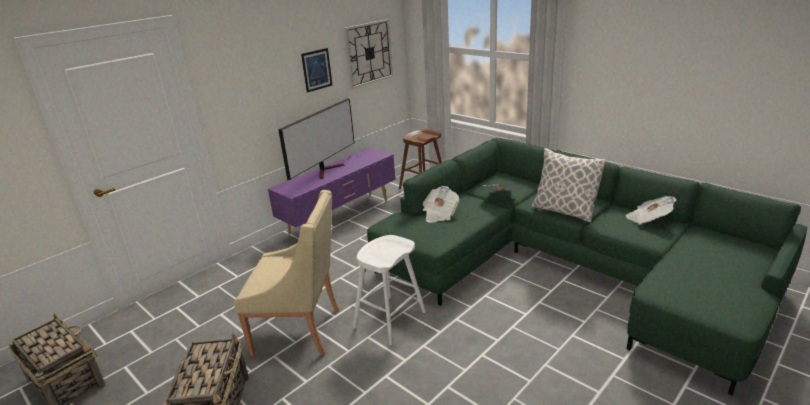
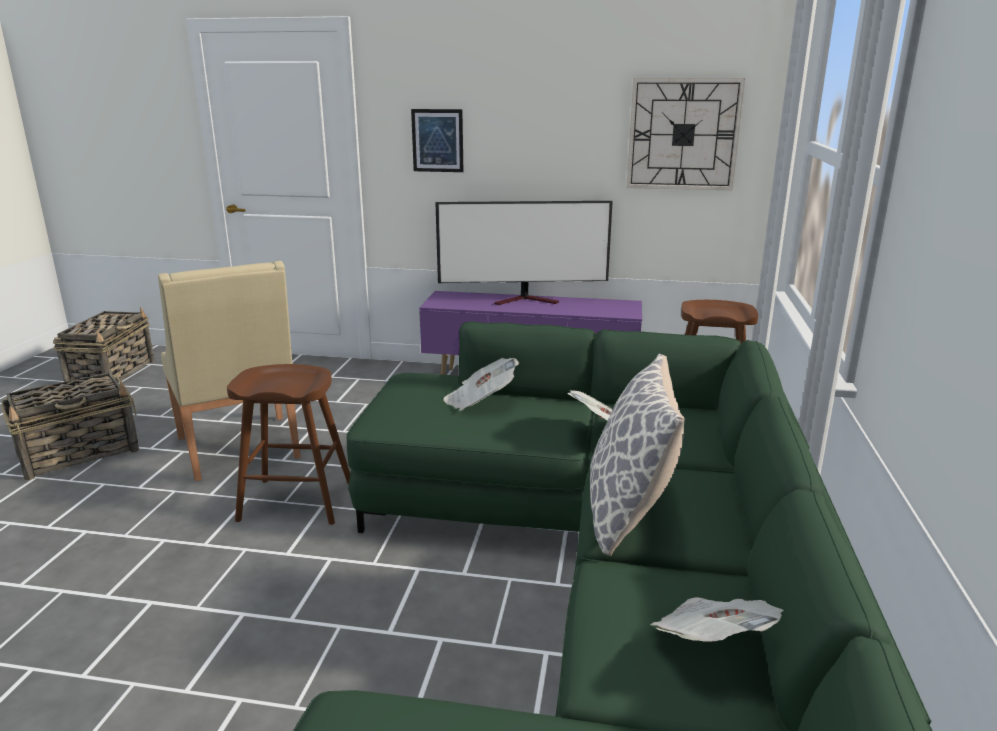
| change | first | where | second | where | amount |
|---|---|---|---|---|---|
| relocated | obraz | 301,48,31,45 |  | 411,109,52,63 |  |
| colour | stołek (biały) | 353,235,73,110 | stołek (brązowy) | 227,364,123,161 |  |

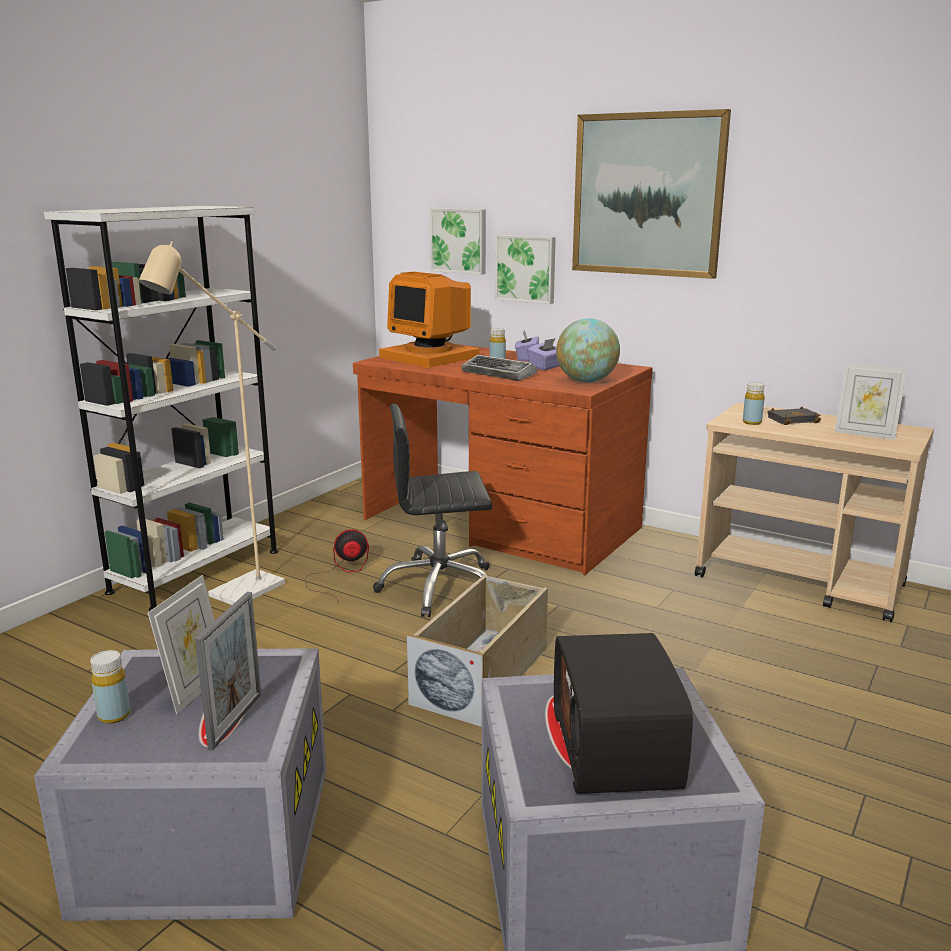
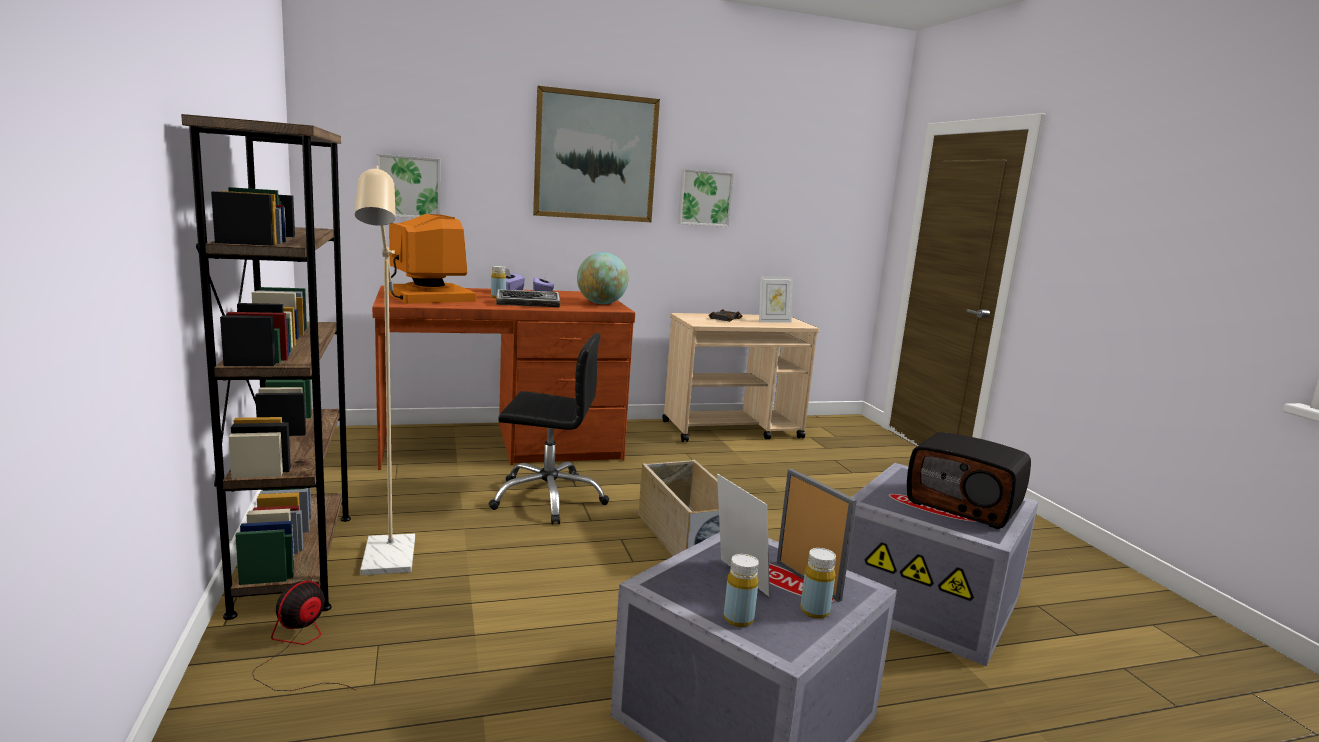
| change | first | where | second | where | amount |
|---|---|---|---|---|---|
| relocated | wentylator | 305,529,64,71 |  | 252,581,104,110 |  |
| relocated | obraz | 495,235,61,69 |  | 678,169,56,58 |  |
| relocated | butelka (żółty) | 743,382,22,43 |  | 800,548,36,71 |  |
| colour | regał (biały) | 44,206,235,405 | regał (brązowy) | 181,114,170,506 |  |
| spun | krzesło biurowe (czarny) | 373,404,119,213 |  | 488,333,121,192 | 120 degrees counterclockwise |
| spun | monitor | 379,272,100,96 |  | 389,214,88,90 | 120 degrees counterclockwise |

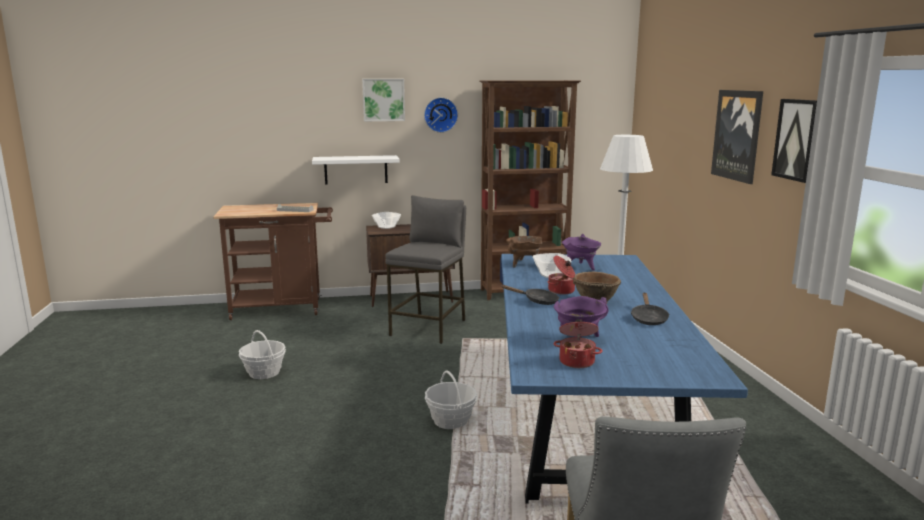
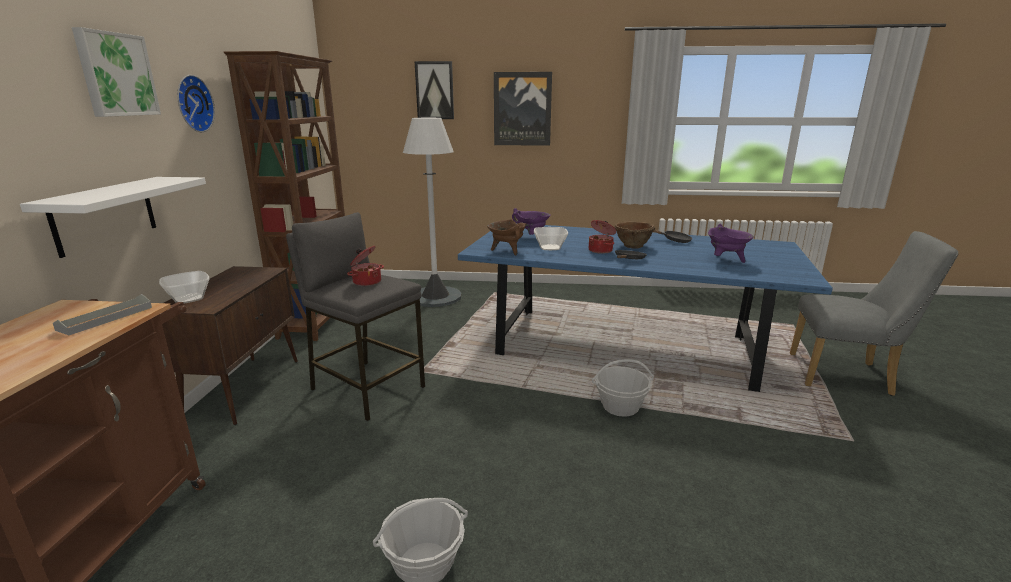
| change | first | where | second | where | amount |
|---|---|---|---|---|---|
| relocated | garnek | 554,319,49,49 |  | 347,246,37,40 |  |
| relocated | obraz | 771,99,46,84 |  | 415,61,39,58 |  |

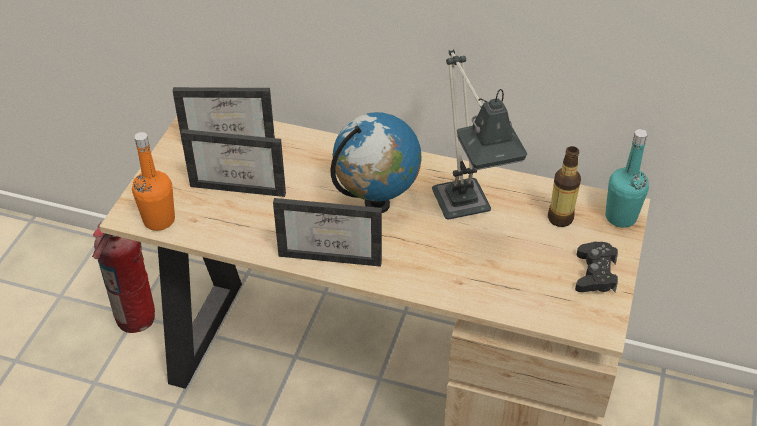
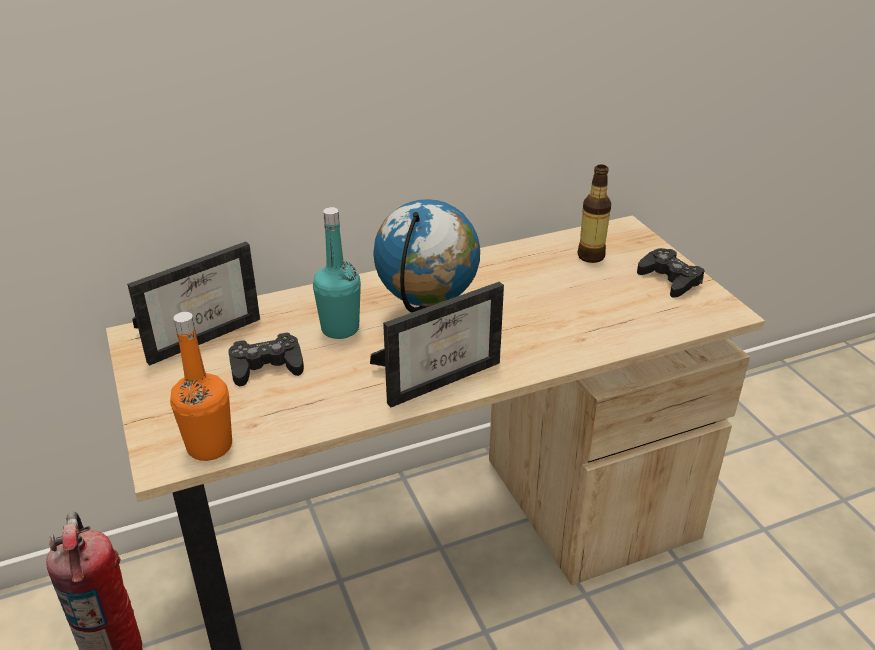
| change | first | where | second | where | amount |
|---|---|---|---|---|---|
| missing | lampa stołowa | 432,49,95,171 |  |  |  |
| relocated | butelka (turkusowy) | 605,129,44,98 |  | 313,207,48,132 |  |
| exchanged | ramka na zdjęcie | 180,129,106,68 | pad do gier (czarny) | 228,332,76,55 |  |

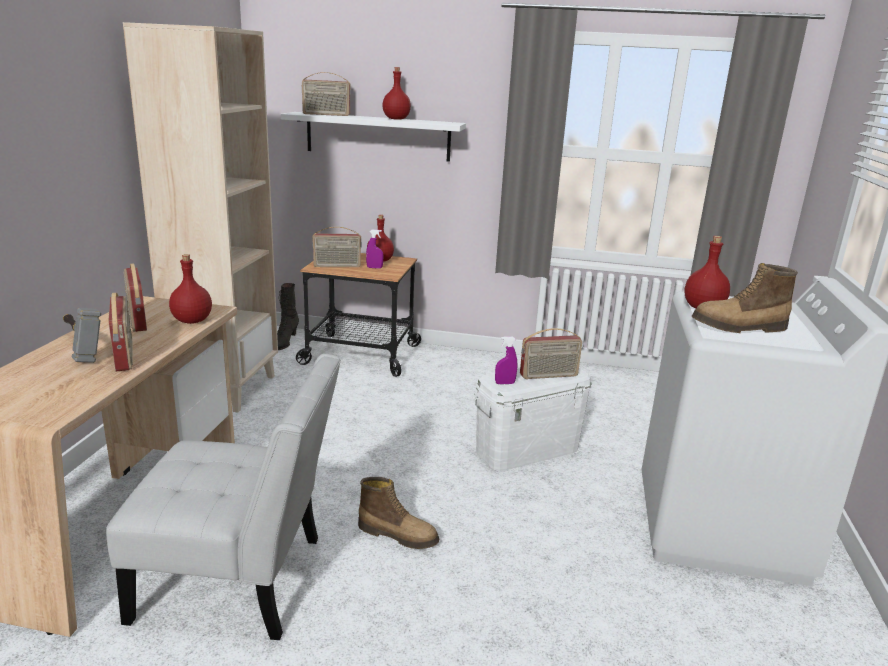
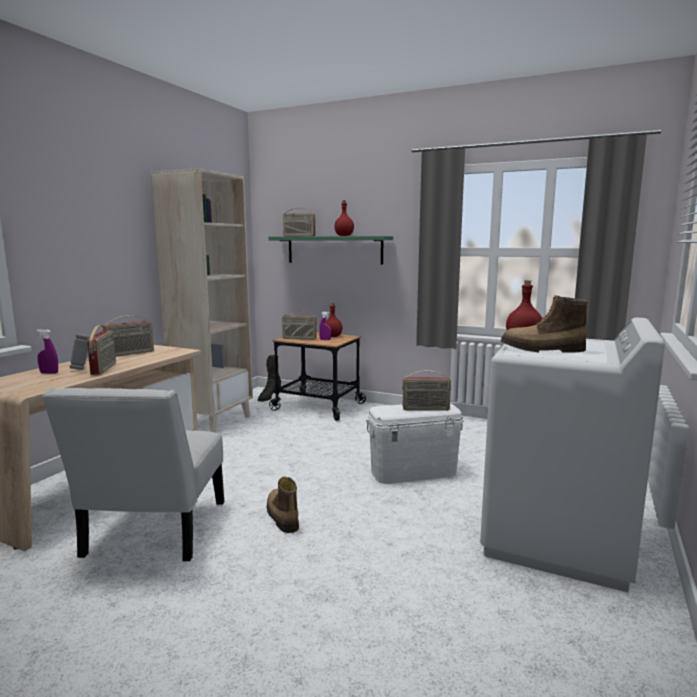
| change | first | where | second | where | amount |
|---|---|---|---|---|---|
| missing | butelka (czerwony) | 169,254,43,70 |  |  |  |
| relocated | spryskiwacz (fioletowy) | 495,336,22,48 |  | 36,329,22,45 |  |
| colour | półka (biały) | 281,112,185,50 | półka (zielony) | 268,236,125,29 |  |
| spun | krzesło (biały) | 106,354,235,286 |  | 42,388,182,173 | 75 degrees clockwise |
| spun | radio | 123,263,24,69 |  | 103,315,51,42 | 120 degrees counterclockwise |
| spun | but z cholewką | 358,477,81,72 |  | 267,477,32,56 | 150 degrees counterclockwise |

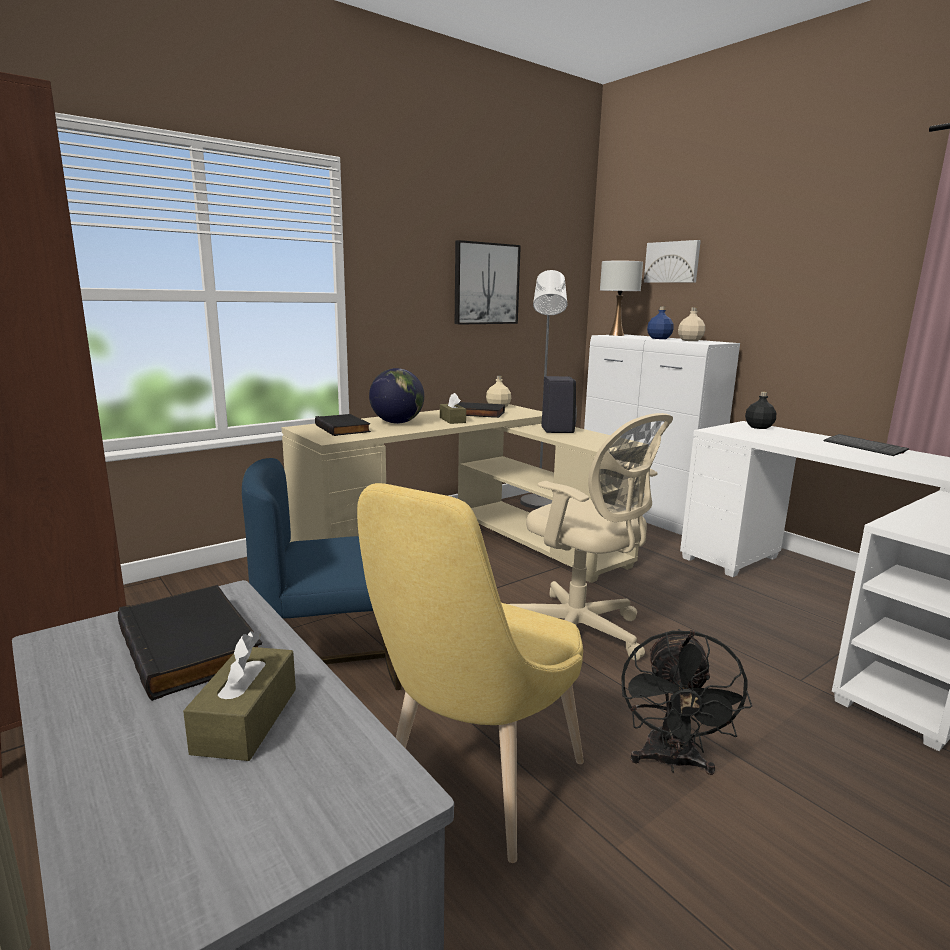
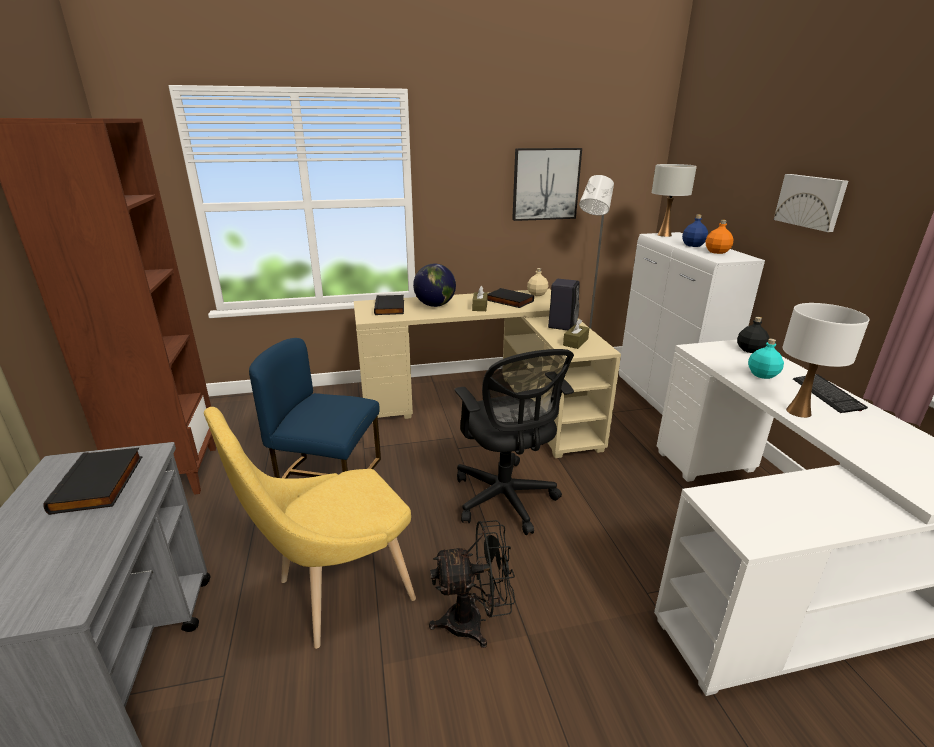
| change | first | where | second | where | amount |
|---|---|---|---|---|---|
| appeared |  |  | butelka (turkusowy) | 748,339,36,40 |  |
| appeared |  |  | lampa stołowa (biały) | 783,303,87,115 |  |
| relocated | pudełko chusteczek (brązowy) | 183,631,113,130 |  | 563,319,26,30 |  |
| relocated | obraz | 644,240,57,43 |  | 774,174,74,58 |  |
| colour | krzesło biurowe (beżowy) | 508,413,165,248 | krzesło biurowe (czarny) | 455,349,119,186 |  |
| colour | butelka (beżowy) | 678,307,27,34 | butelka (pomarańczowy) | 706,220,27,34 |  |
| spun | wentylator (czarny) | 621,629,131,146 |  | 429,520,86,128 | 135 degrees counterclockwise |

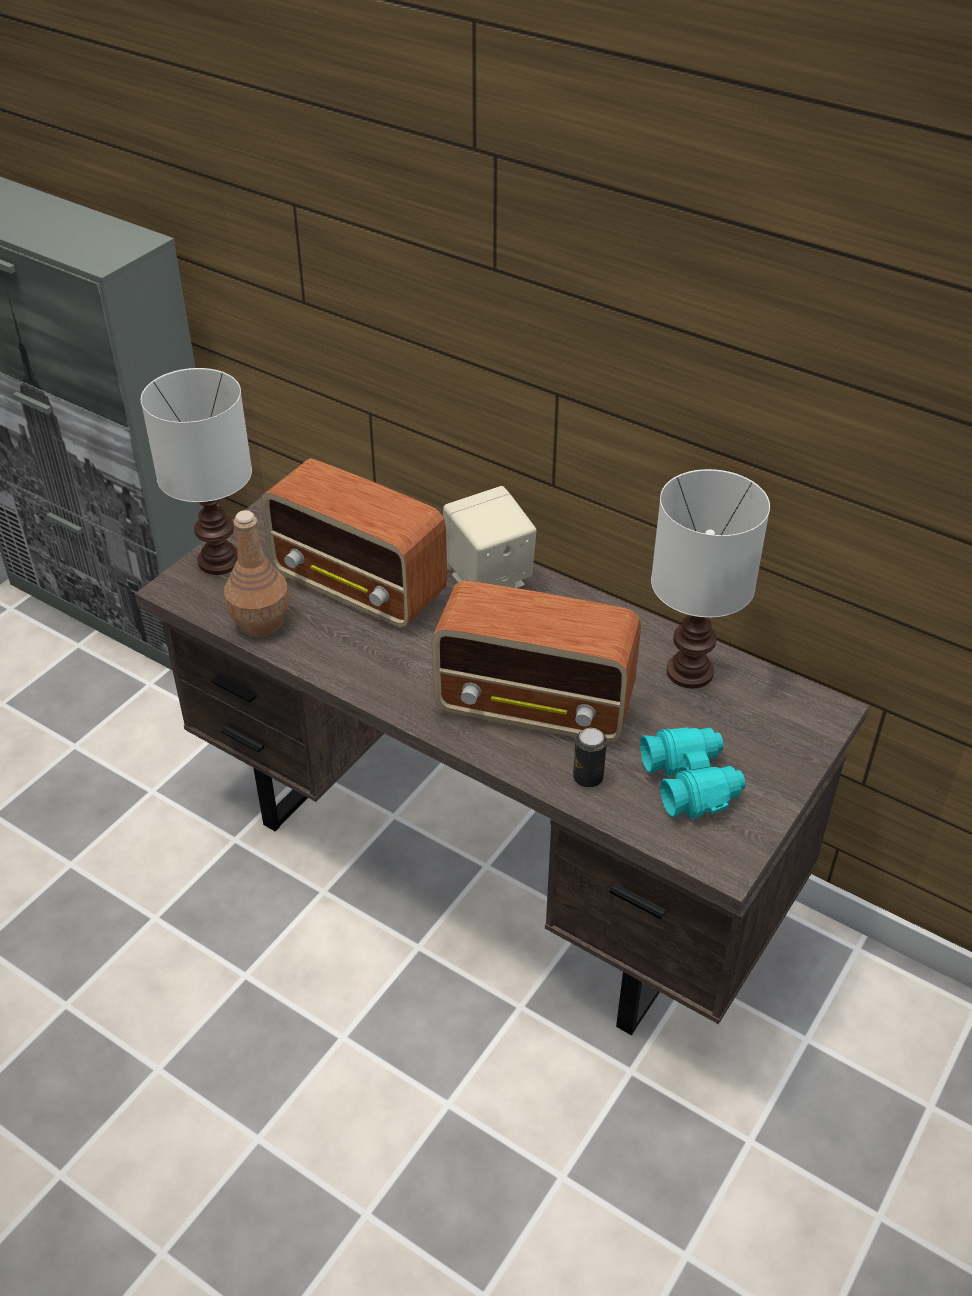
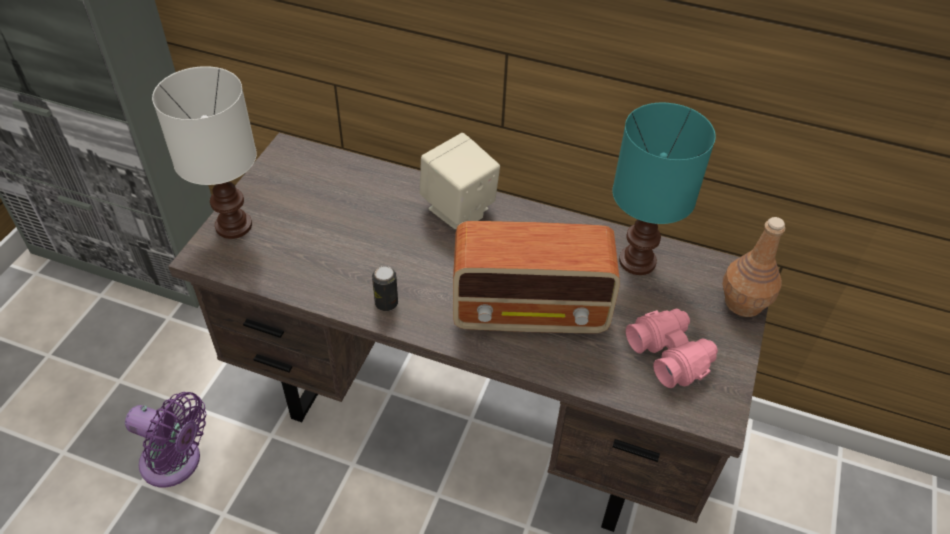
| change | first | where | second | where | amount |
|---|---|---|---|---|---|
| missing | radio | 261,458,186,170 |  |  |  |
| appeared |  |  | wentylator (fioletowy) | 125,392,81,95 |  |
| relocated | butelka (brązowy) | 224,510,66,127 |  | 722,217,63,100 |  |
| relocated | puszka | 573,728,34,60 |  | 372,266,26,45 |  |
| colour | lornetka (turkusowy) | 640,727,106,92 | lornetka (różowy) | 626,309,92,79 |  |
| colour | lampa stołowa (biały) | 651,469,119,220 | lampa stołowa (turkusowy) | 612,103,104,172 |  |

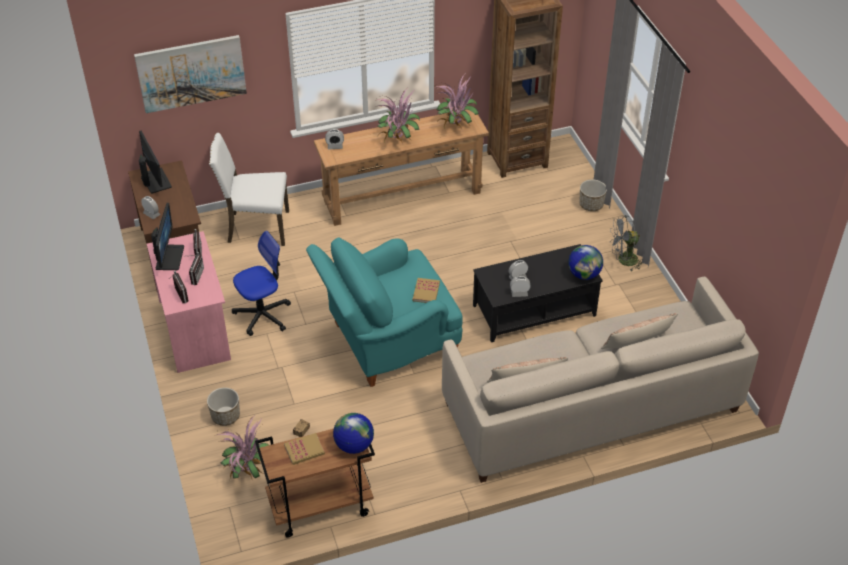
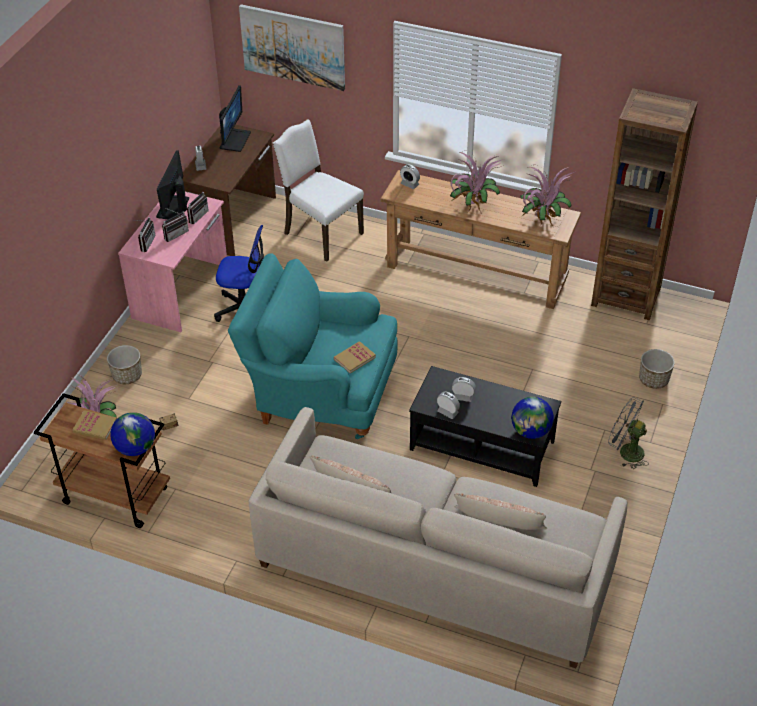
| change | first | where | second | where | amount |
|---|---|---|---|---|---|
| spun | monitor | 151,203,33,67 |  | 156,150,33,69 | 150 degrees clockwise |

